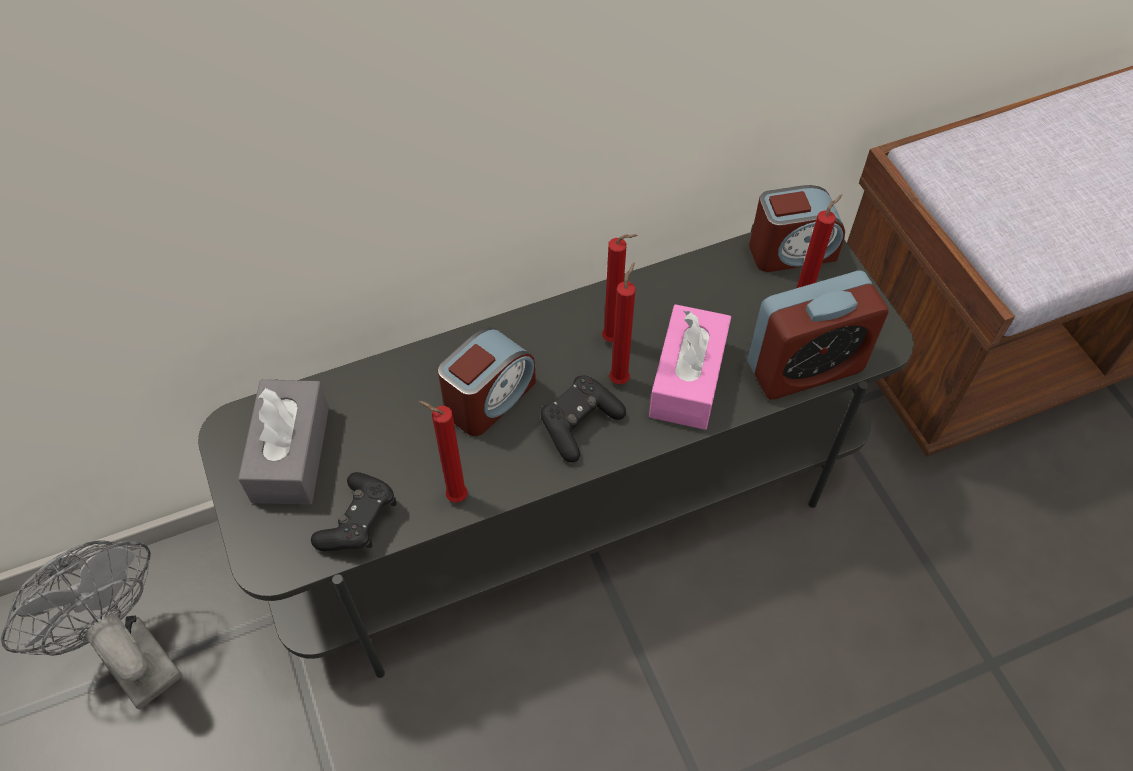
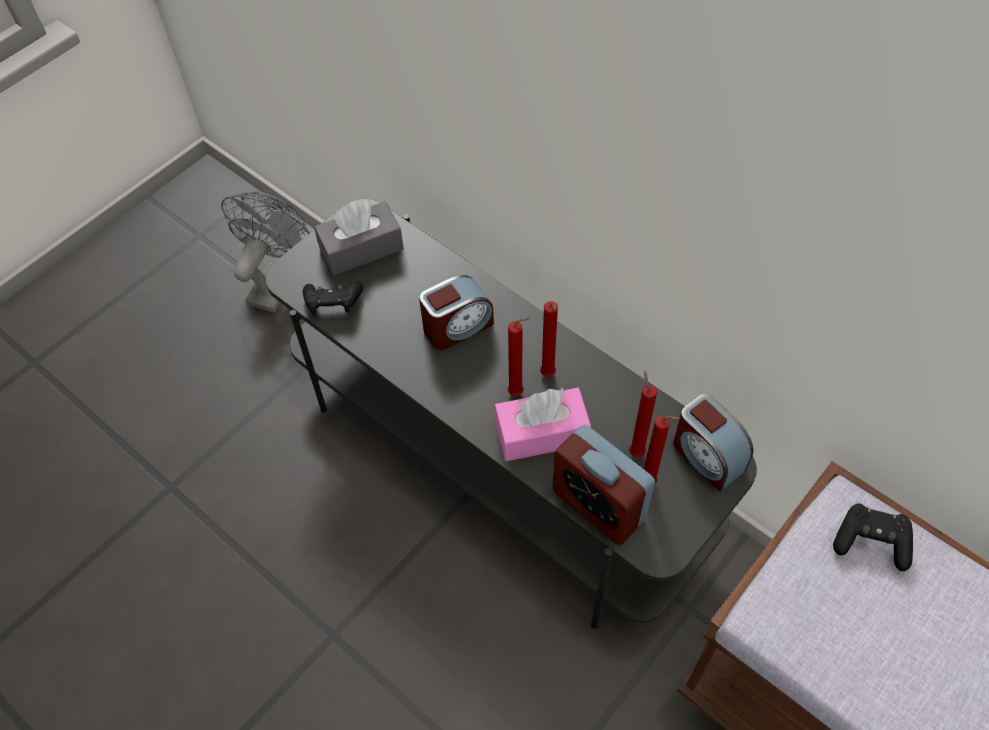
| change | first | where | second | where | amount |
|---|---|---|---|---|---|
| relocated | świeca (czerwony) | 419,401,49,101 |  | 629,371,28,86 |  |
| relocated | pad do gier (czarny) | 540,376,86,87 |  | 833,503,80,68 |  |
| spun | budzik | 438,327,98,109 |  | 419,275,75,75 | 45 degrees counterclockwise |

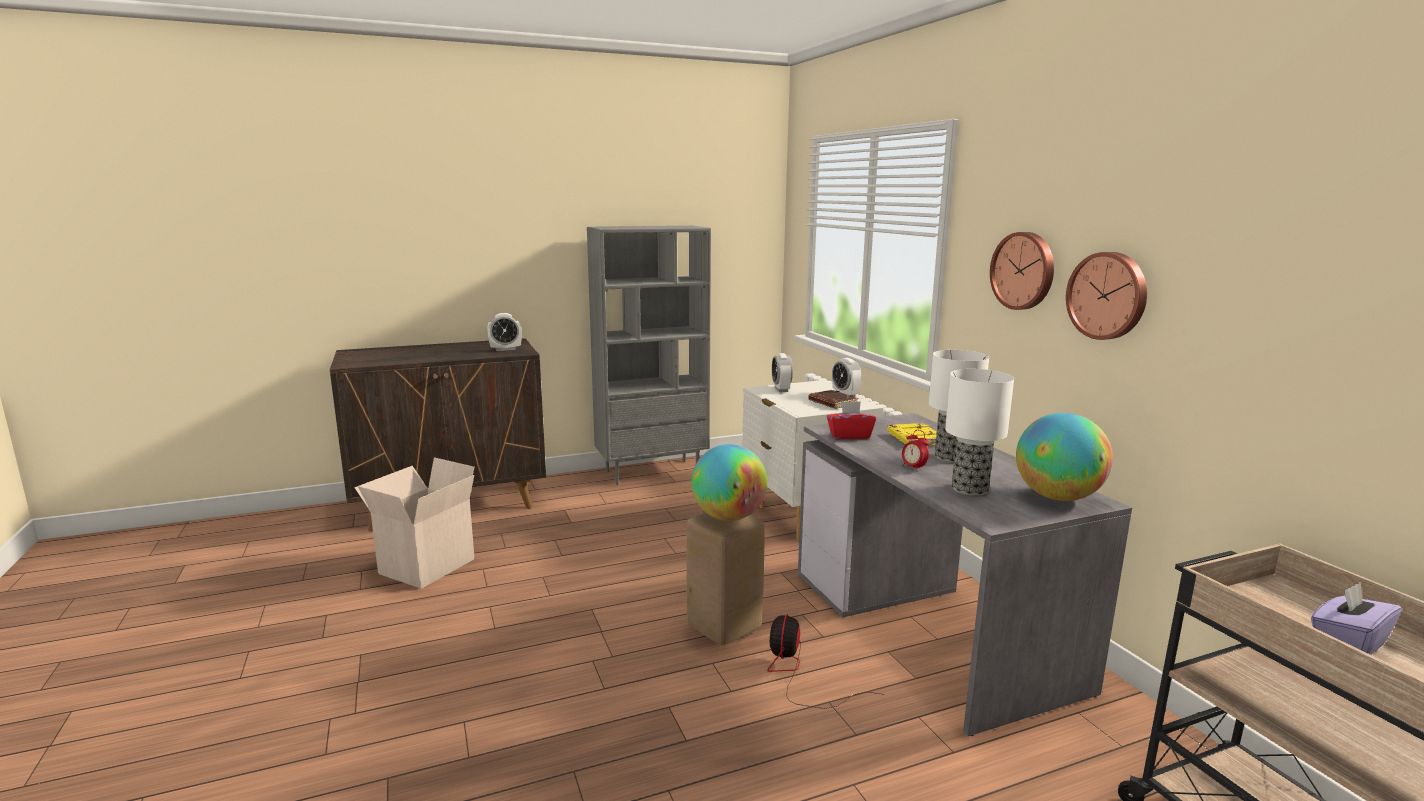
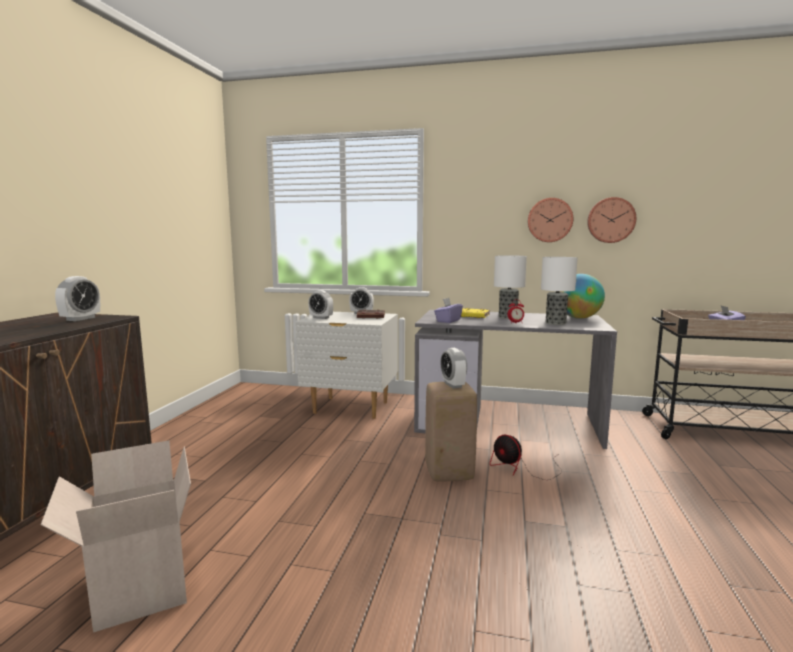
| change | first | where | second | where | amount |
|---|---|---|---|---|---|
| missing | regał (szary) | 587,226,124,259 |  |  |  |
| relocated | zegar ścienny | 990,232,64,78 |  | 587,197,49,46 |  |
| exchanged | globus | 691,444,77,77 | budzik | 441,348,26,41 |  |
| colour | pudełko chusteczek (czerwony) | 827,401,49,38 | pudełko chusteczek (fioletowy) | 434,298,29,25 |  |

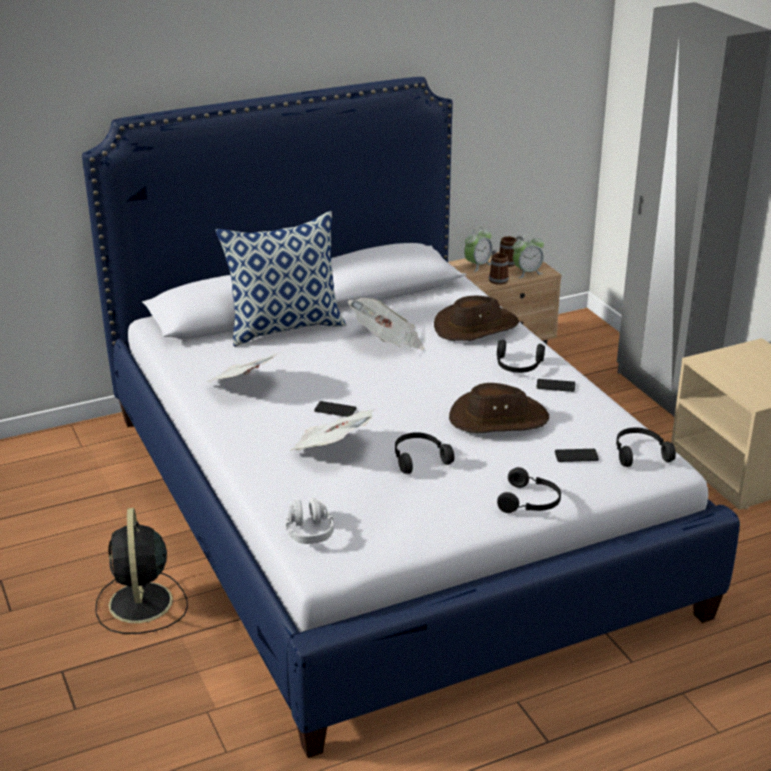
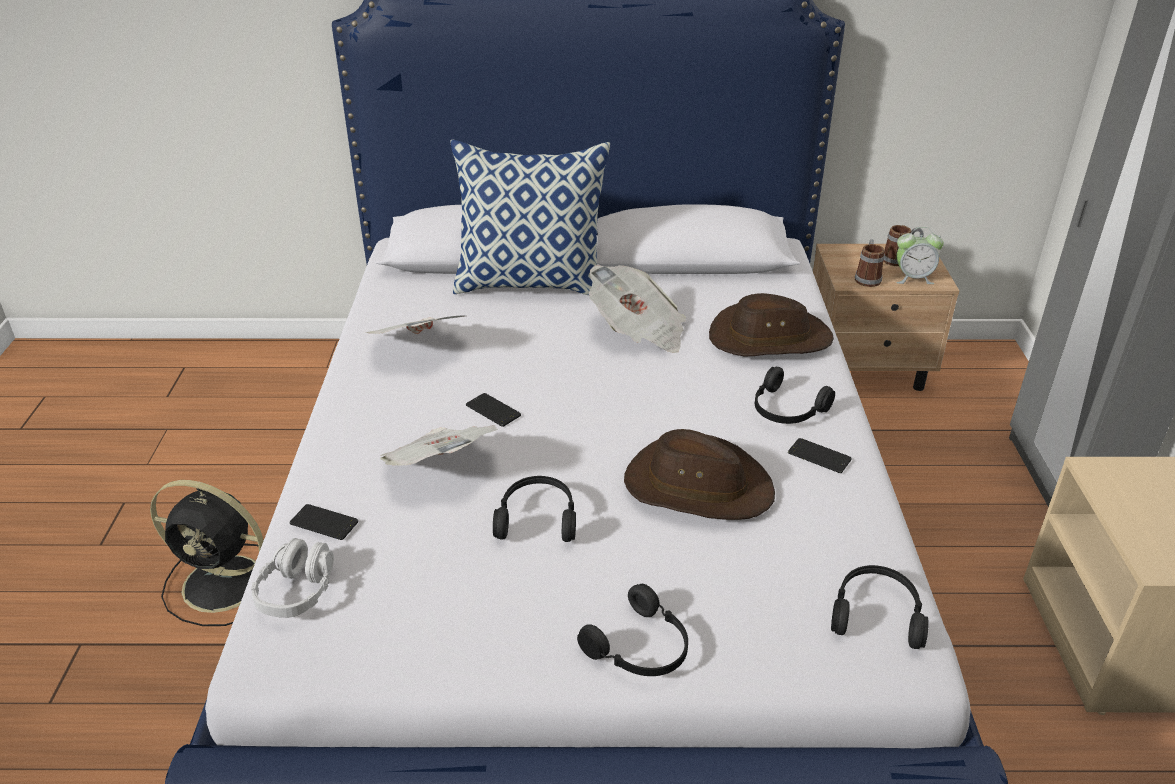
| change | first | where | second | where | amount |
|---|---|---|---|---|---|
| missing | budzik | 464,227,29,45 |  |  |  |
| relocated | telefon | 555,449,44,13 |  | 290,504,68,36 |  |
| spun | wentylator (czarny) | 95,508,93,126 |  | 150,480,114,146 | 90 degrees counterclockwise |

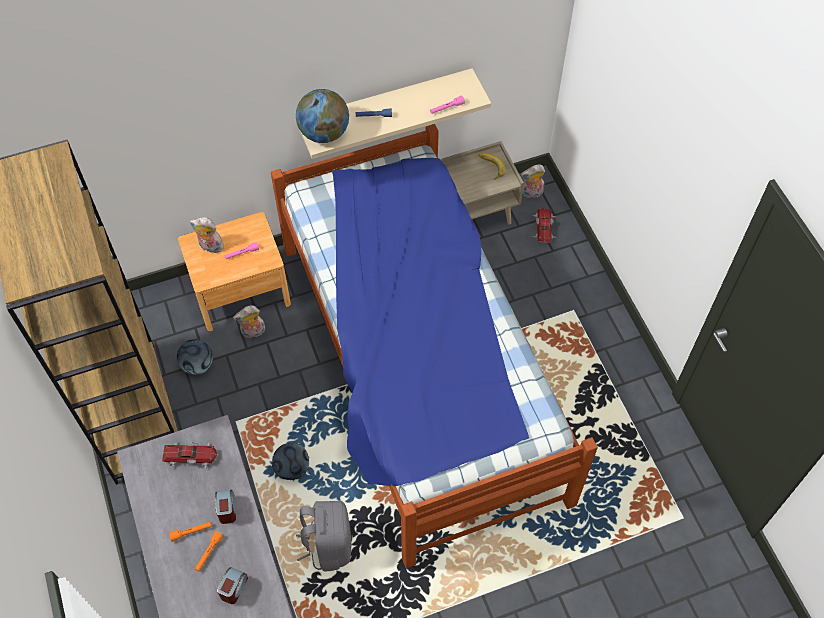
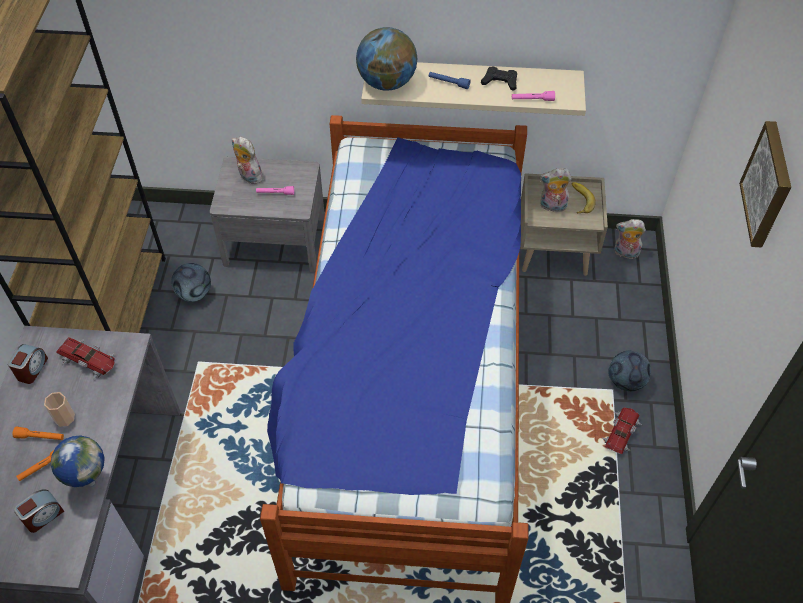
| change | first | where | second | where | amount |
|---|---|---|---|---|---|
| missing | plecak (szary) | 296,501,55,71 |  |  |  |
| appeared |  |  | filiżanka | 44,392,31,35 |  |
| appeared |  |  | globus | 51,435,53,52 |  |
| appeared |  |  | pad do gier (czarny) | 481,66,36,25 |  |
| appeared |  |  | obraz | 739,121,52,126 |  |
| relocated | budzik | 215,490,21,34 |  | 8,344,40,40 |  |
| relocated | pluszak | 233,305,32,33 |  | 540,168,31,44 |  |
| relocated | piłka futbolowa | 272,443,37,37 |  | 608,351,43,41 |  |
| relocated | samochodzik | 532,208,24,34 |  | 602,407,40,47 |  |
| colour | szafka nocna (brązowy) | 178,212,113,119 | szafka nocna (szary) | 210,157,115,115 |  |

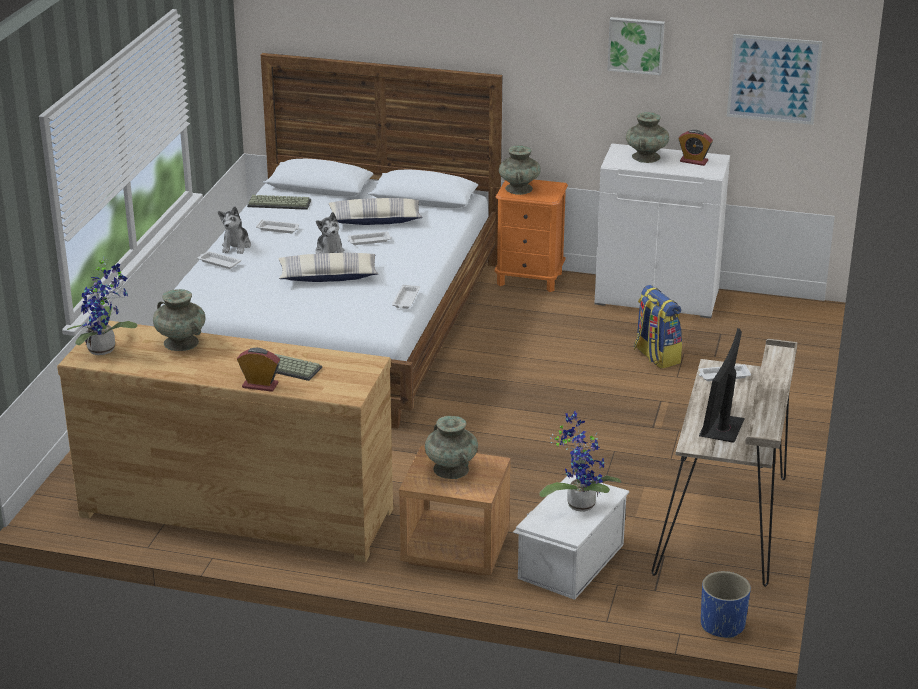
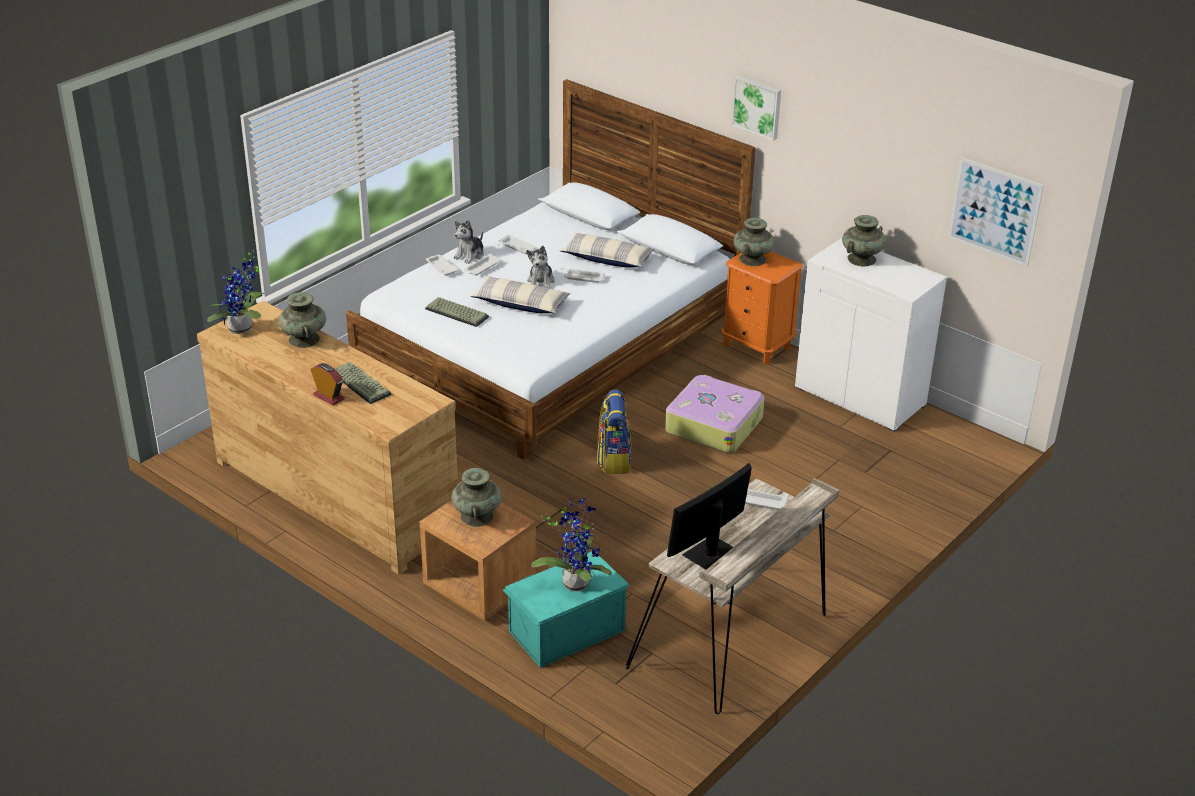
| change | first | where | second | where | amount |
|---|---|---|---|---|---|
| missing | budzik | 679,130,34,36 |  |  |  |
| missing | donica (niebieski) | 701,571,50,67 |  |  |  |
| appeared |  |  | walizka | 665,375,100,78 |  |
| relocated | klawiatura | 247,195,64,15 |  | 425,297,64,30 |  |
| relocated | taca (biały) | 392,285,28,24 |  | 464,254,37,21 |  |
| relocated | obraz | 607,17,58,59 |  | 731,76,50,65 |  |
| relocated | plecak | 634,285,48,84 |  | 596,390,37,84 |  |
| colour | pojemnik do przechowywania (biały) | 513,475,116,125 | pojemnik do przechowywania (turkusowy) | 503,552,127,116 |  |

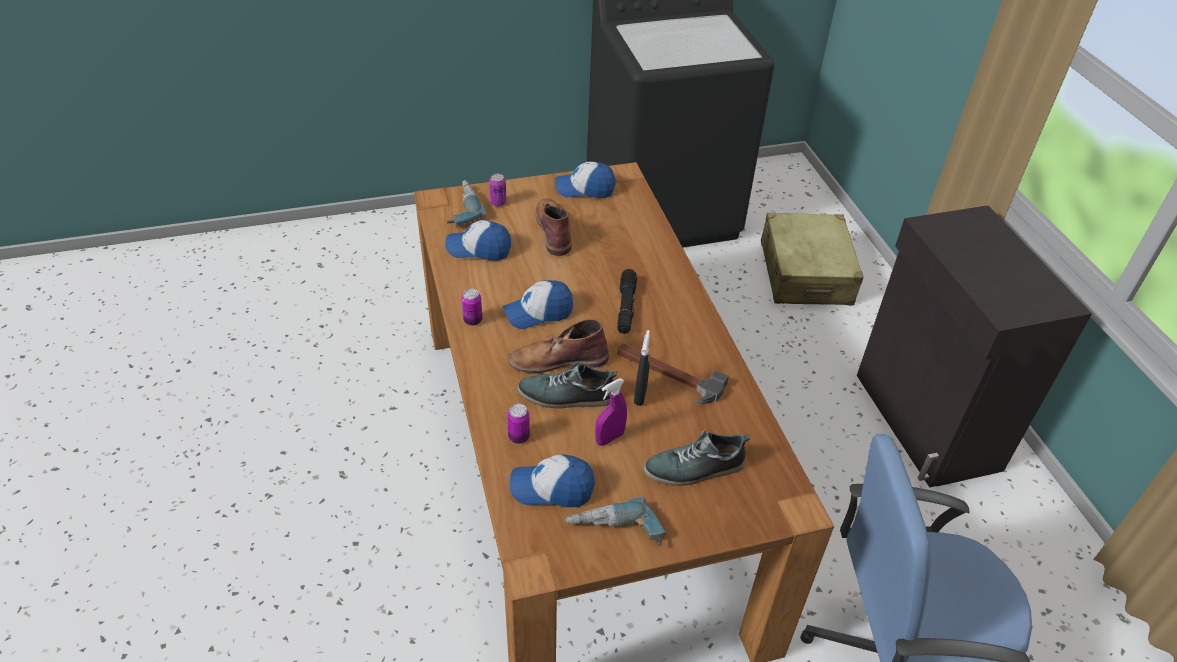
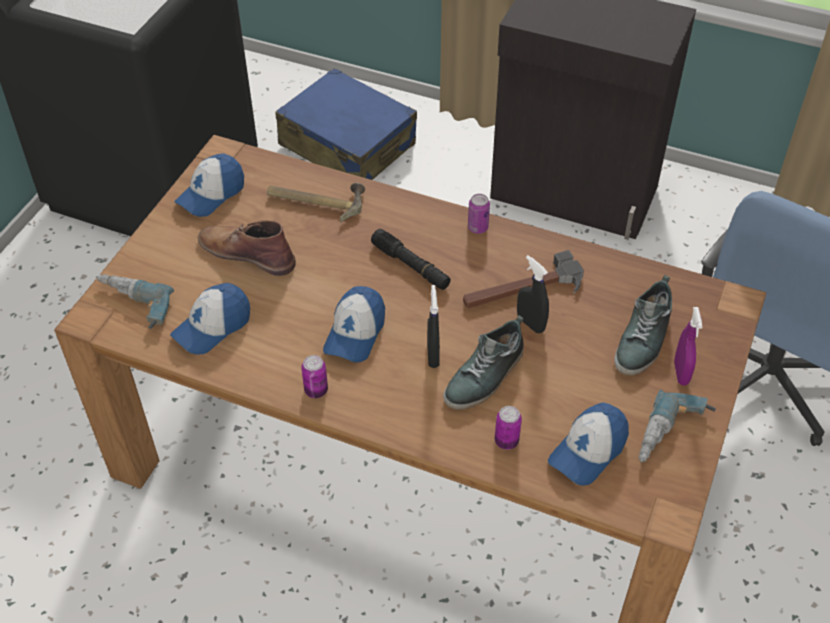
| change | first | where | second | where | amount |
|---|---|---|---|---|---|
| appeared |  |  | młotek | 267,183,98,39 |  |
| relocated | puszka | 489,173,18,34 |  | 468,194,22,40 |  |
| relocated | spryskiwacz (fioletowy) | 595,378,32,68 |  | 674,307,28,79 |  |
| exchanged | but z cholewką (brązowy) | 508,319,101,54 | spryskiwacz (czarny) | 427,285,13,83 |  |
| colour | walizka (beżowy) | 761,213,103,93 | walizka (niebieski) | 275,68,142,112 |  |

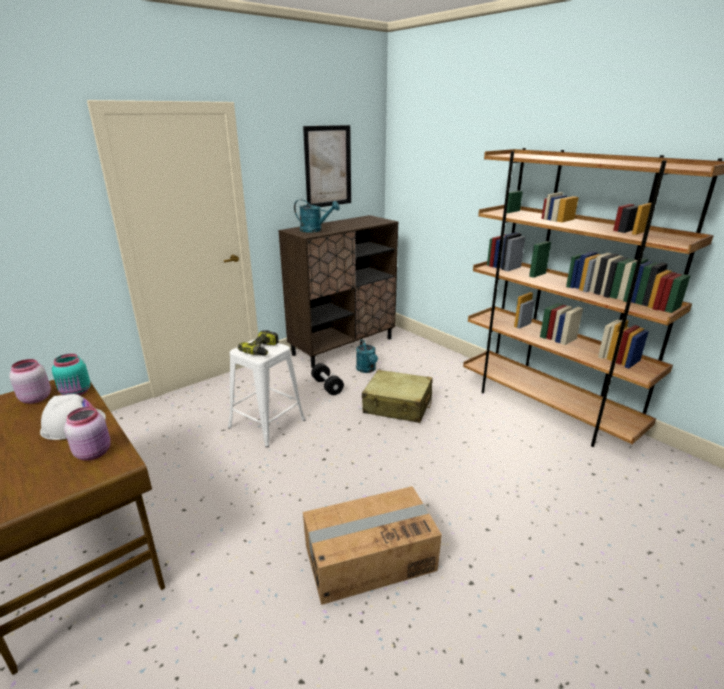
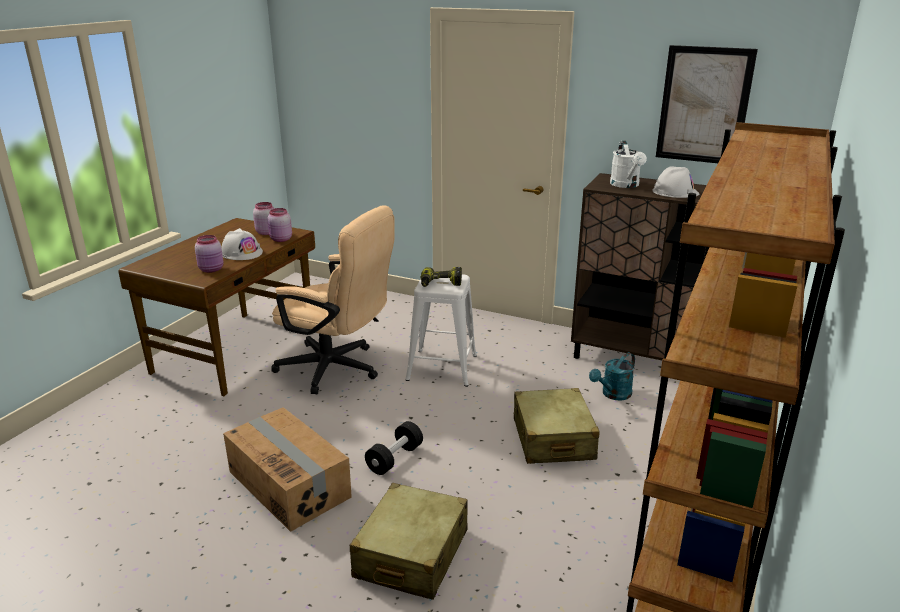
| change | first | where | second | where | amount |
|---|---|---|---|---|---|
| appeared |  |  | krzesło biurowe (beżowy) | 271,205,124,189 |  |
| appeared |  |  | walizka (beżowy) | 349,483,119,117 |  |
| appeared |  |  | kask (biały) | 652,166,47,32 |  |
| relocated | hantel (czarny) | 311,363,33,32 |  | 365,421,58,54 |  |
| colour | słoik (turkusowy) | 52,354,39,41 | słoik (różowy) | 267,208,25,34 |  |
| colour | konewka (turkusowy) | 294,199,46,33 | konewka (biały) | 610,141,37,47 |  |

